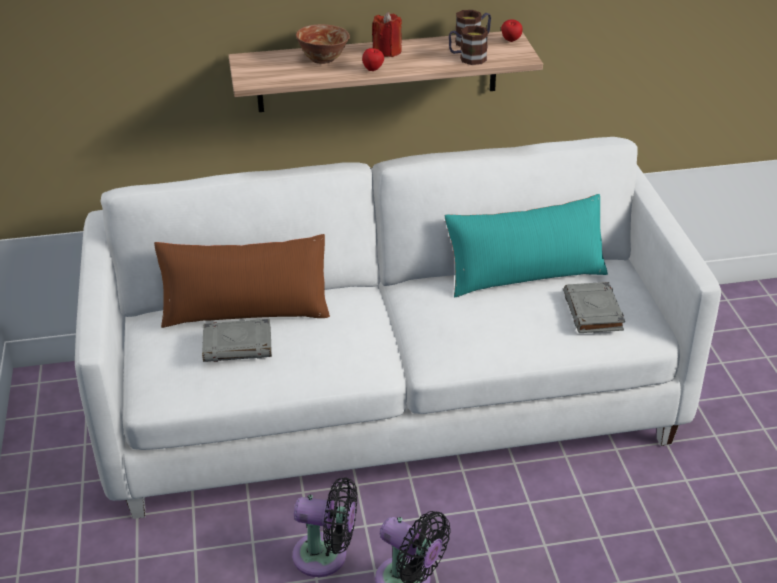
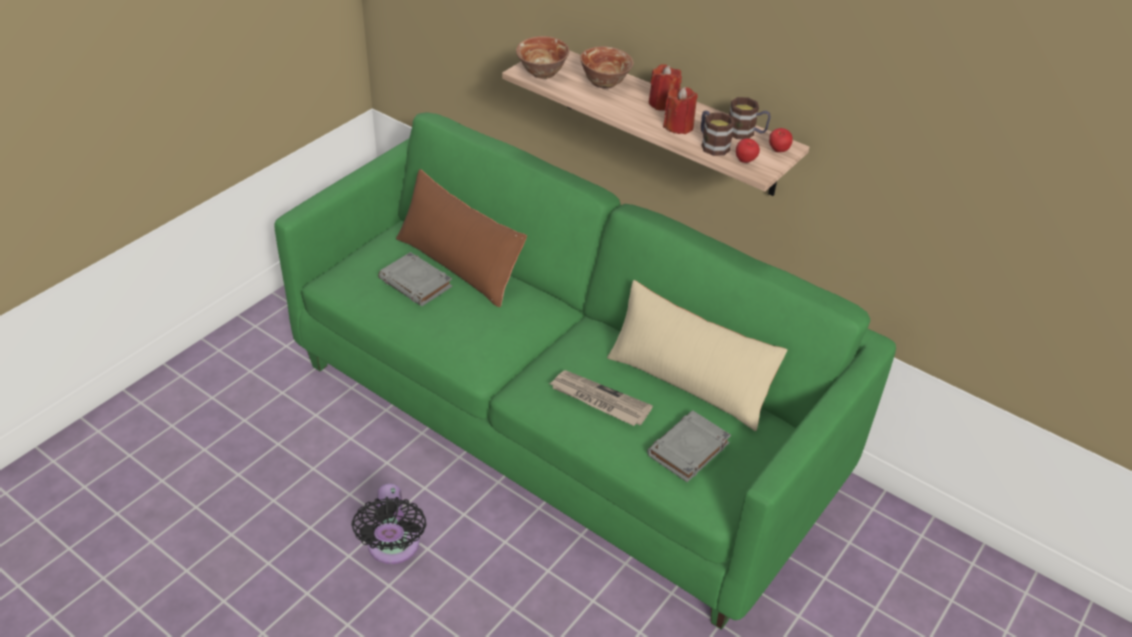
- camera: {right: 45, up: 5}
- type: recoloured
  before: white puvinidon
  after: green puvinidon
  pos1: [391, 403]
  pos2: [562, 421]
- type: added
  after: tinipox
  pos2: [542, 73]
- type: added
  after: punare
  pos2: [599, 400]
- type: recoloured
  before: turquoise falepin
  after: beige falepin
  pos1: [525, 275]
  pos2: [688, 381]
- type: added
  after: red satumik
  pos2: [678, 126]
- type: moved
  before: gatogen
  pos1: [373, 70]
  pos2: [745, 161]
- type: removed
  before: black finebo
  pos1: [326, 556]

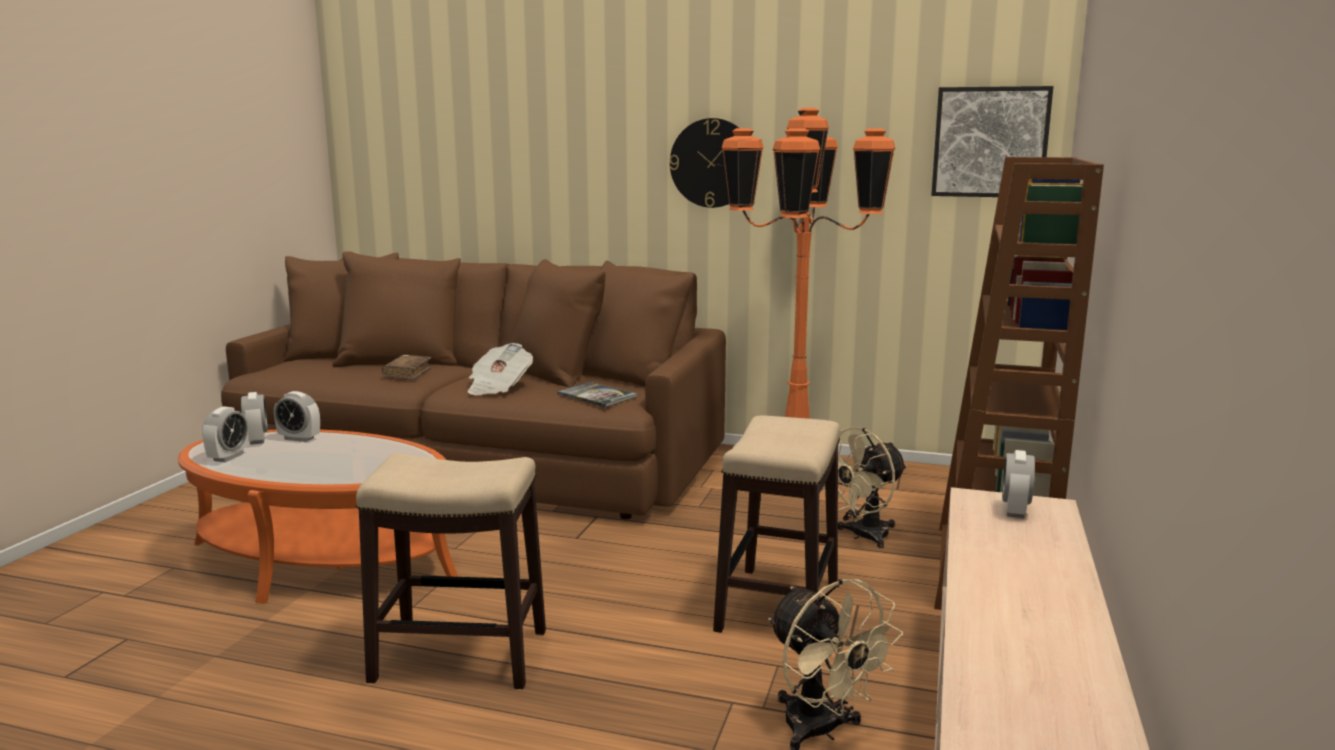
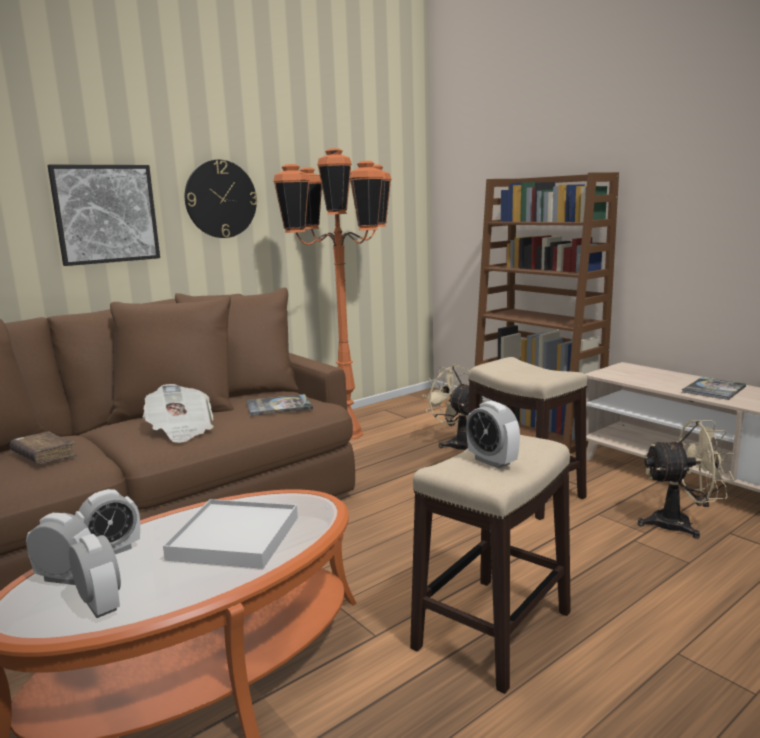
- camera: {right: -55, up: 0}
- type: moved
  before: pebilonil
  pos1: [990, 142]
  pos2: [106, 214]
- type: added
  after: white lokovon
  pos2: [234, 538]
- type: turned
  before: beige finebo
  pos1: [862, 536]
  pos2: [457, 444]
  turn: 150
- type: moved
  before: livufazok
  pos1: [1015, 511]
  pos2: [492, 461]
- type: added
  after: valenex
  pos2: [713, 389]

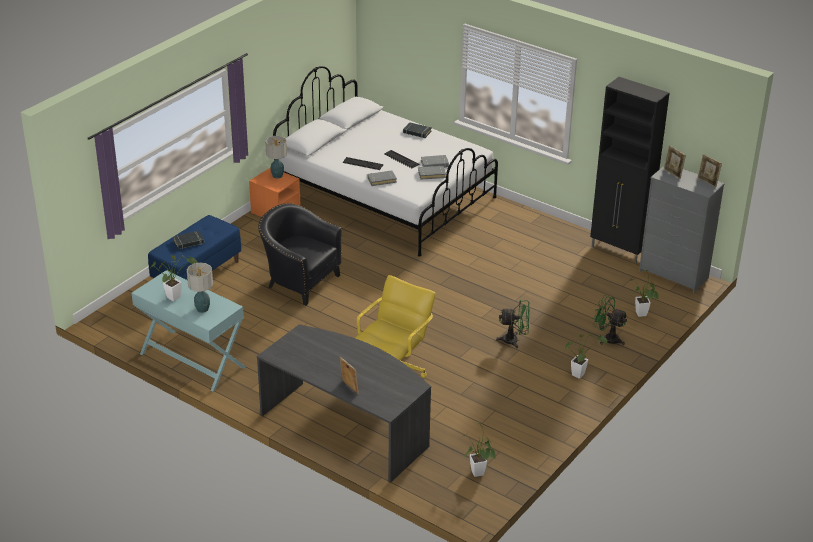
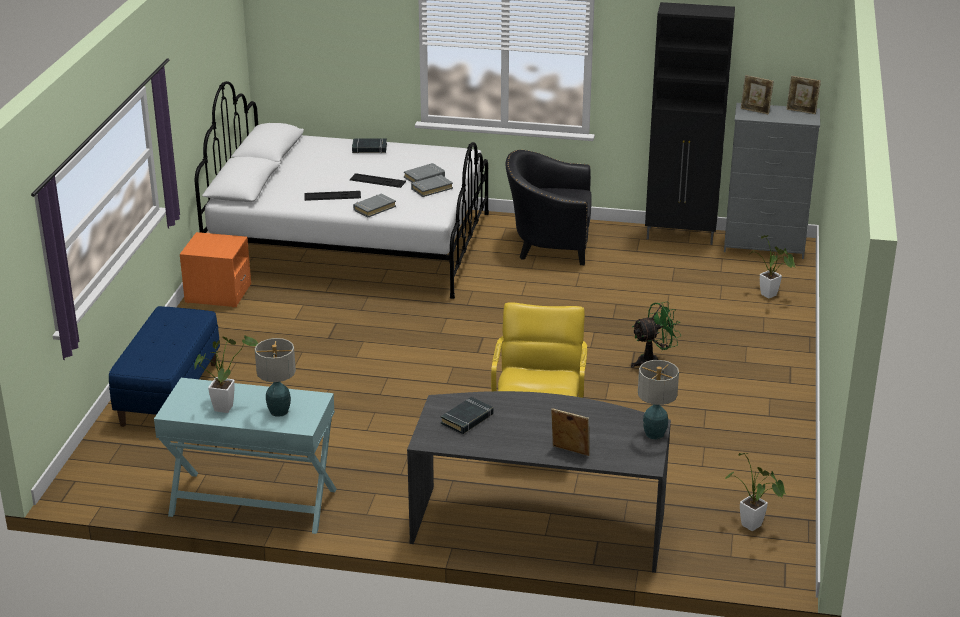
- camera: {right: -25, up: -5}
- type: moved
  before: black valenex
  pos1: [189, 242]
  pos2: [467, 419]
- type: moved
  before: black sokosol
  pos1: [299, 281]
  pos2: [549, 246]
- type: moved
  before: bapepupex
  pos1: [277, 175]
  pos2: [654, 434]
- type: removed
  before: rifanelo
  pos1: [579, 373]
- type: removed
  before: green finebo
  pos1: [607, 338]

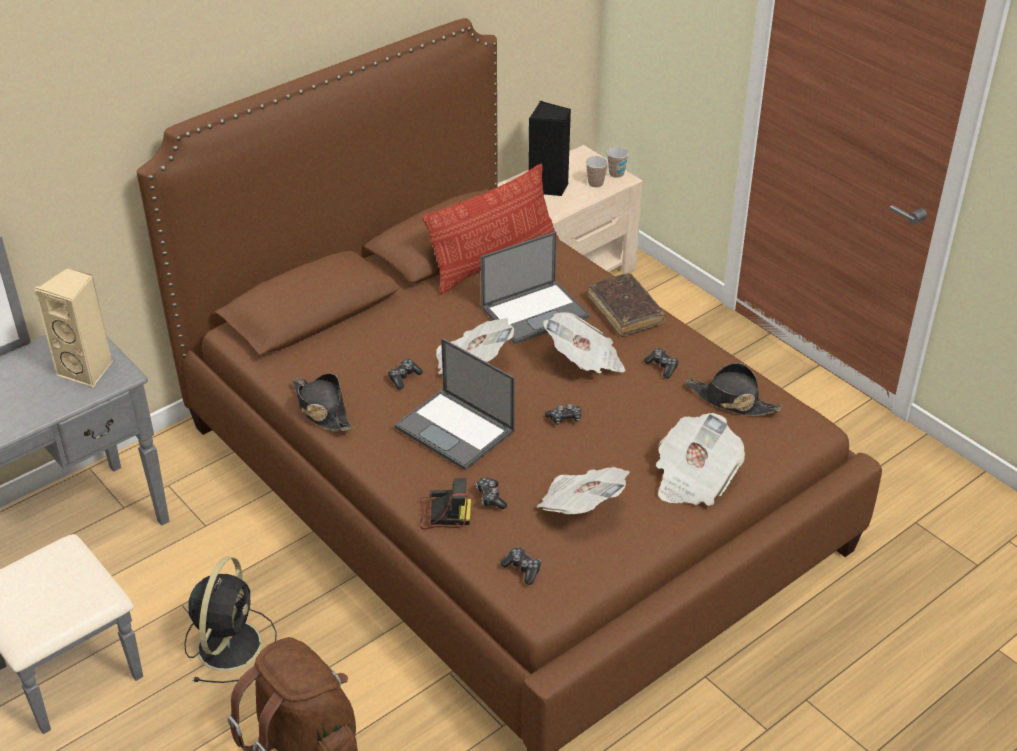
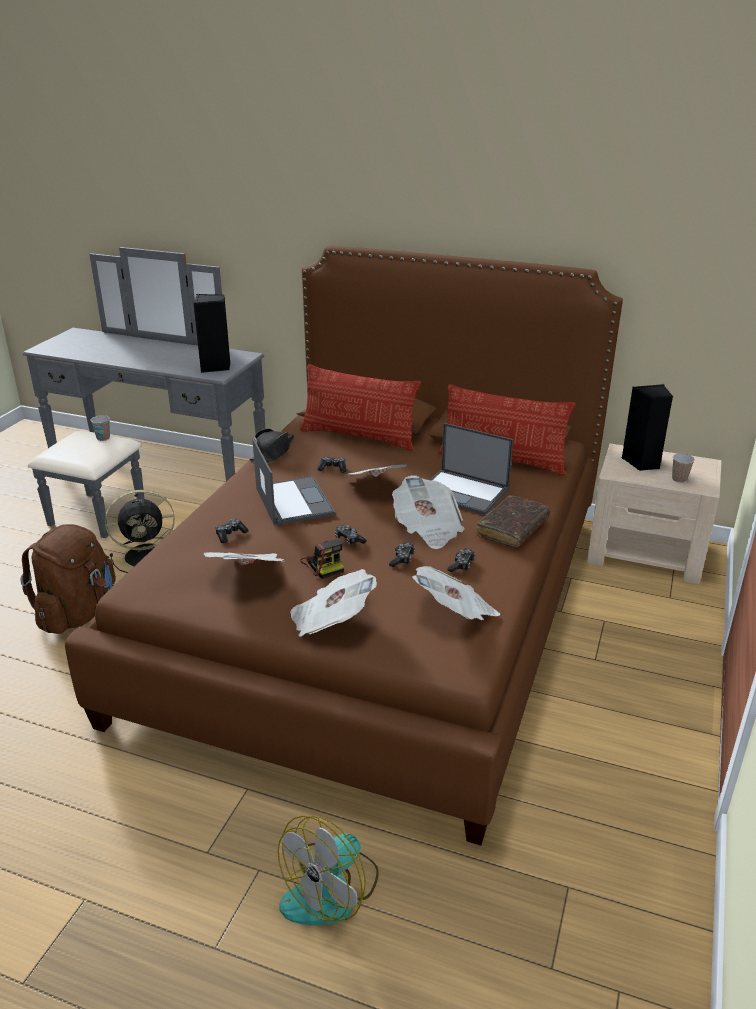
- camera: {right: 60, up: -10}
- type: moved
  before: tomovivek
  pos1: [616, 174]
  pos2: [103, 438]
- type: recoloured
  before: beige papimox
  after: black papimox
  pos1: [88, 370]
  pos2: [215, 367]
- type: turned
  before: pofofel
  pos1: [456, 429]
  pos2: [293, 501]
  turn: 150
- type: added
  after: finebo
  pos2: [331, 891]
- type: added
  after: falepin
  pos2: [358, 436]
- type: moved
  before: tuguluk
  pos1: [443, 514]
  pos2: [323, 564]
- type: moved
  before: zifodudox
  pos1: [522, 569]
  pos2: [402, 559]
- type: replaced
  before: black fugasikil
  after: punare
  pos1: [731, 401]
  pos2: [455, 613]

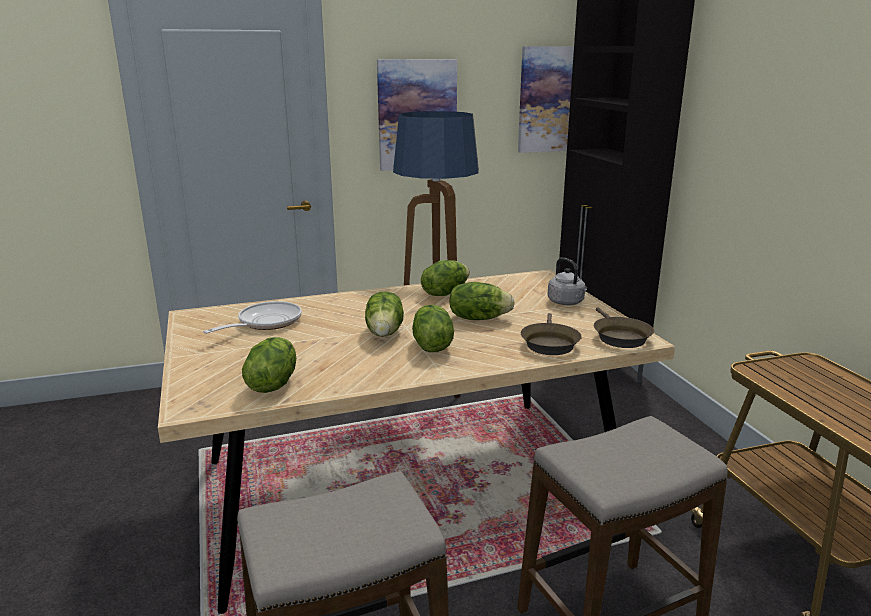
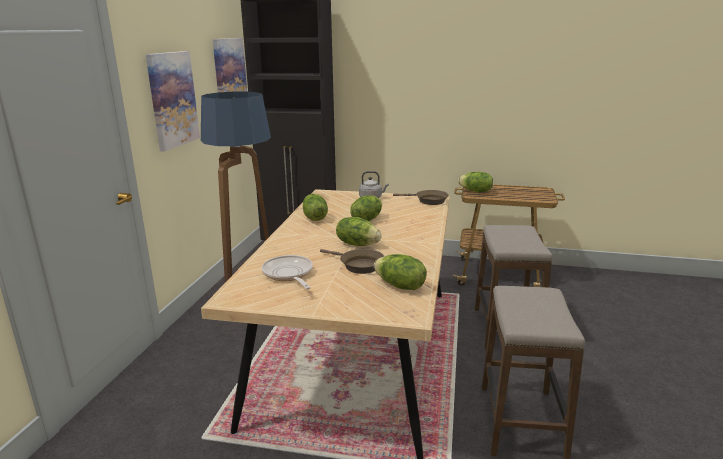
- camera: {right: -60, up: 0}
- type: moved
  before: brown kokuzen
  pos1: [549, 343]
  pos2: [358, 265]
- type: moved
  before: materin
  pos1: [431, 345]
  pos2: [476, 191]

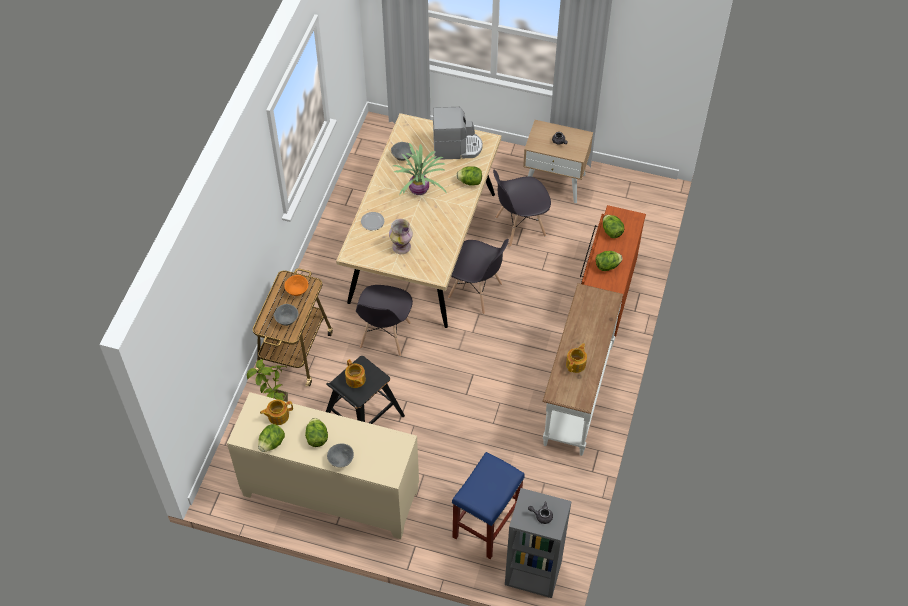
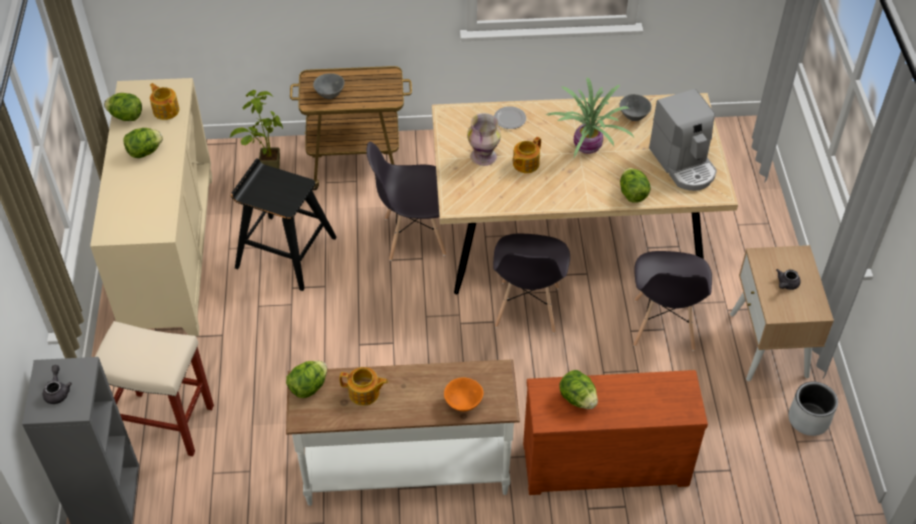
- camera: {right: 70, up: -5}
- type: recoloured
  before: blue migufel
  after: beige migufel
  pos1: [486, 524]
  pos2: [167, 423]
- type: moved
  before: materin
  pos1: [611, 232]
  pos2: [308, 387]
- type: moved
  before: orange tinipox
  pos1: [296, 291]
  pos2: [463, 402]
- type: moved
  before: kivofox
  pos1: [355, 380]
  pos2: [525, 164]
- type: turned
  before: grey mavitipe
  pos1: [519, 227]
  pos2: [663, 325]
  turn: -135
- type: added
  after: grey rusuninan
  pos2: [809, 419]
- type: removed
  before: grey tinipox
  pos1: [340, 460]

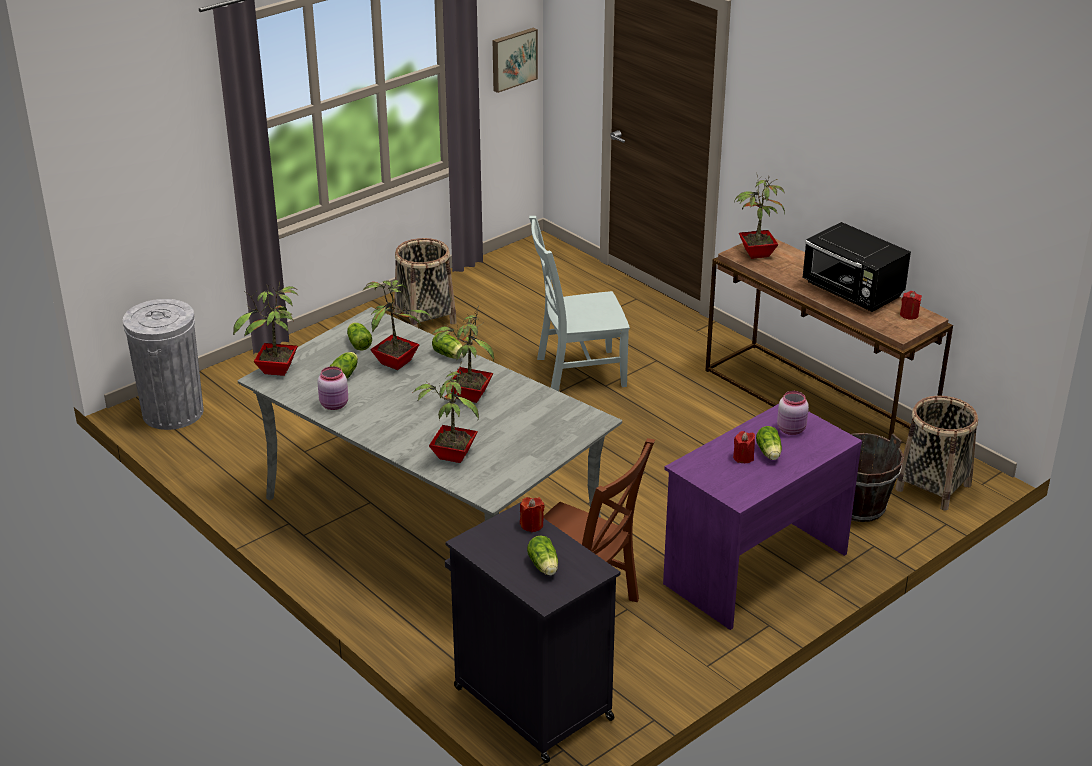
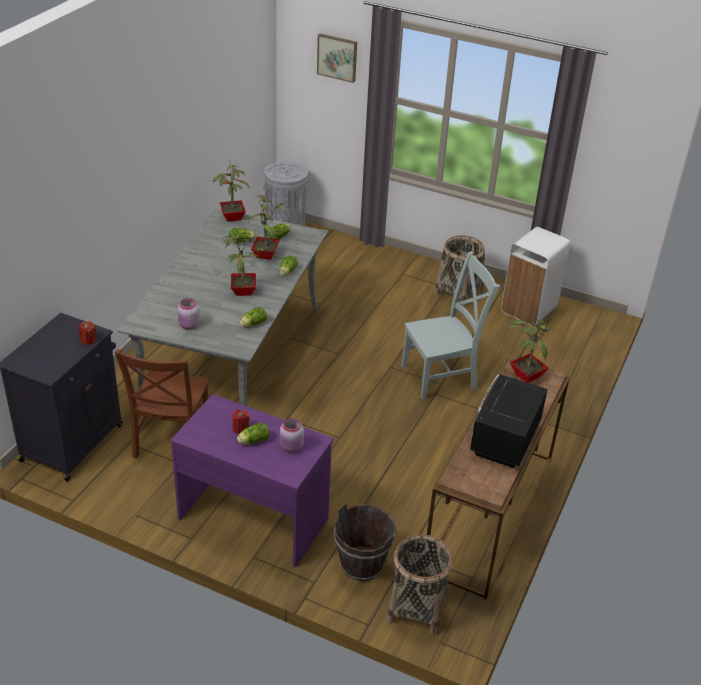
- camera: {right: 65, up: 5}
- type: moved
  before: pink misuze
  pos1: [335, 405]
  pos2: [189, 325]
- type: moved
  before: materin
  pos1: [544, 567]
  pos2: [252, 324]
- type: moved
  before: pebilonil
  pos1: [513, 59]
  pos2: [337, 57]
- type: turned
  before: grey mavitipe
  pos1: [576, 372]
  pos2: [442, 376]
  turn: 105
- type: added
  after: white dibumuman
  pos2: [529, 309]
- type: removed
  before: rifanelo
  pos1: [451, 455]
- type: removed
  before: red satumik
  pos1: [909, 315]

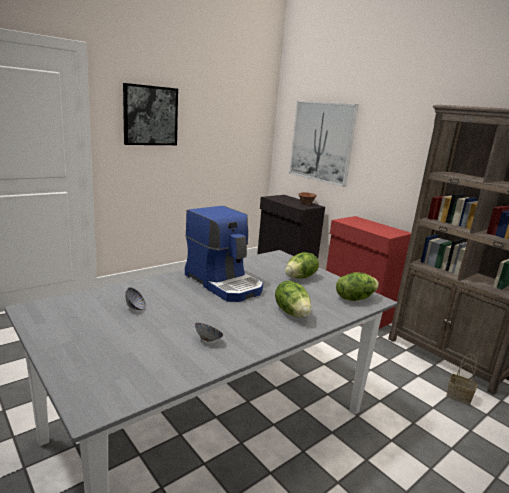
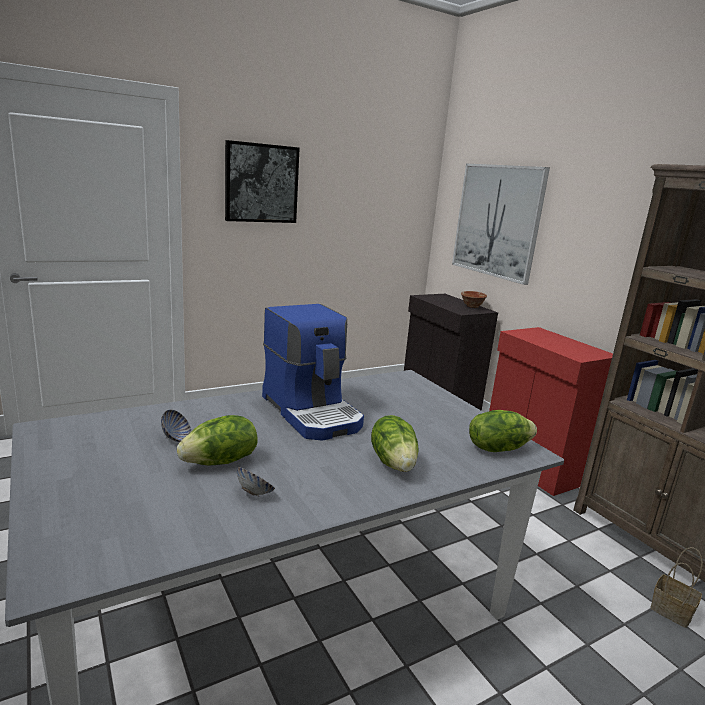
- camera: {right: 10, up: 0}
- type: moved
  before: materin
  pos1: [300, 277]
  pos2: [221, 462]

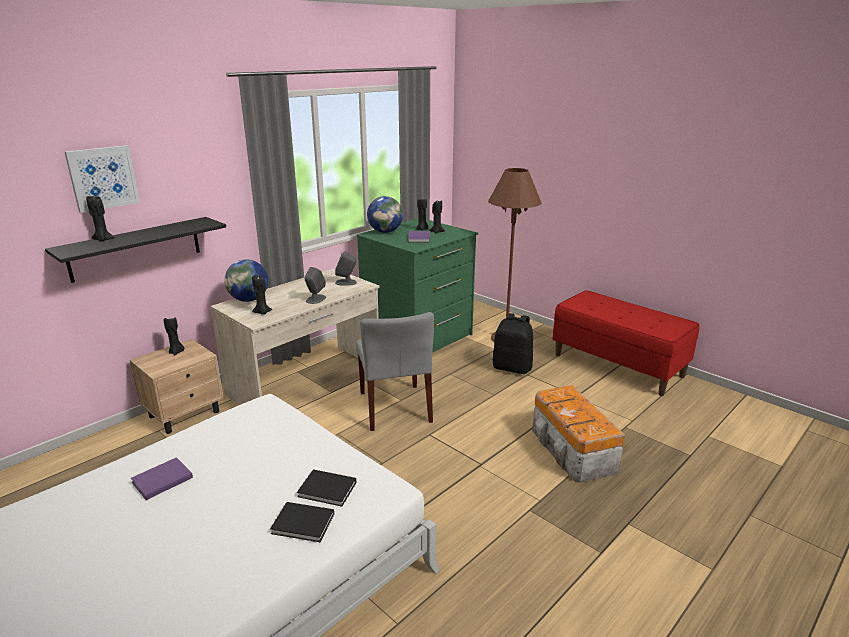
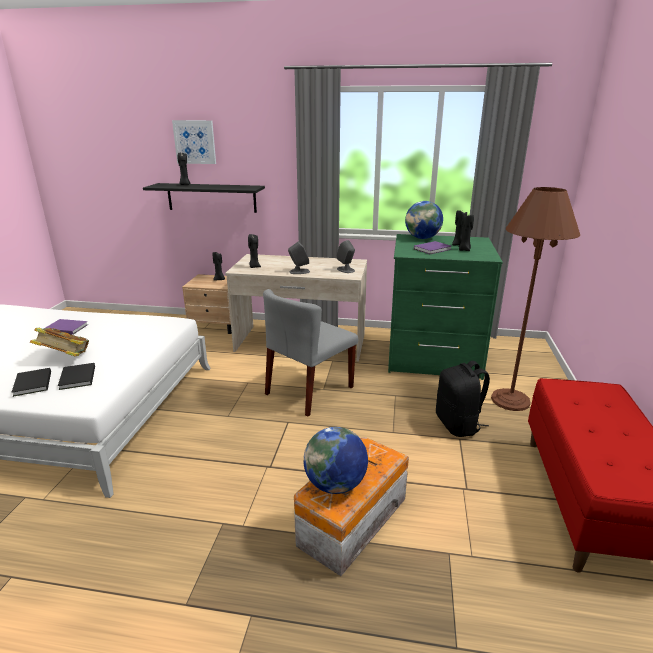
- camera: {right: 55, up: 0}
- type: added
  after: valenex
  pos2: [65, 358]
- type: moved
  before: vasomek
  pos1: [249, 300]
  pos2: [335, 484]

